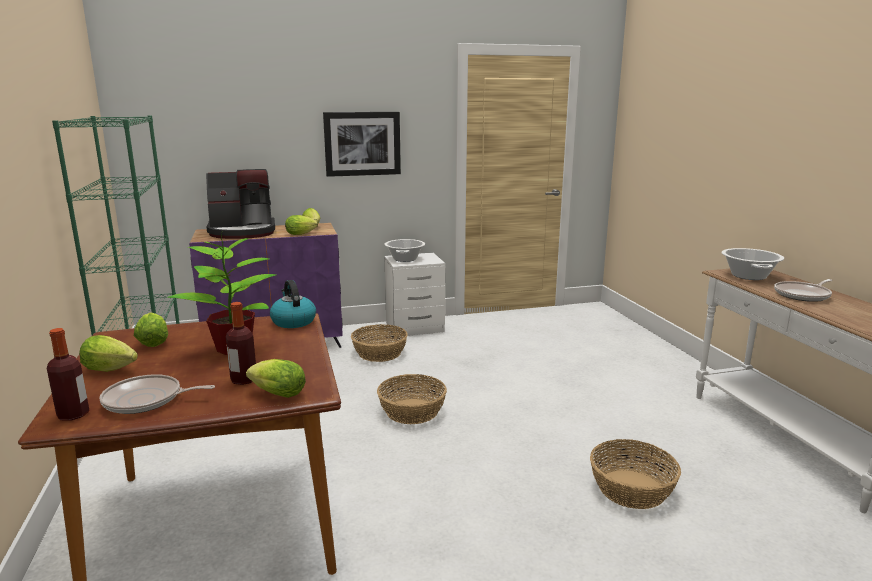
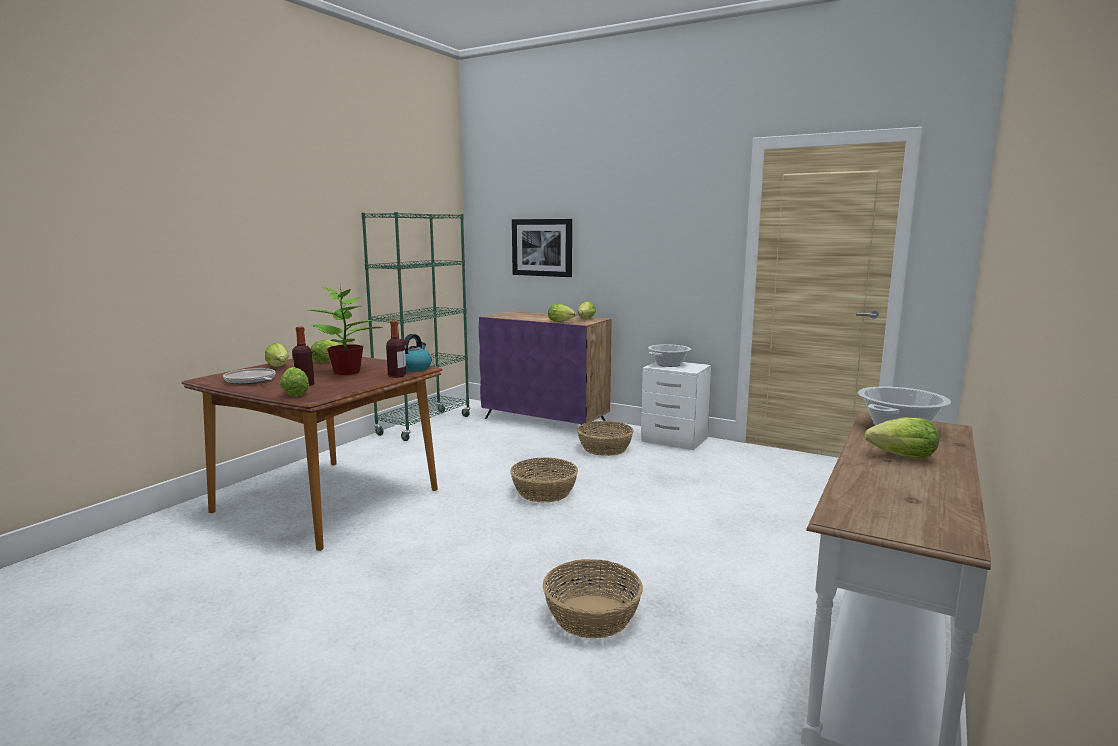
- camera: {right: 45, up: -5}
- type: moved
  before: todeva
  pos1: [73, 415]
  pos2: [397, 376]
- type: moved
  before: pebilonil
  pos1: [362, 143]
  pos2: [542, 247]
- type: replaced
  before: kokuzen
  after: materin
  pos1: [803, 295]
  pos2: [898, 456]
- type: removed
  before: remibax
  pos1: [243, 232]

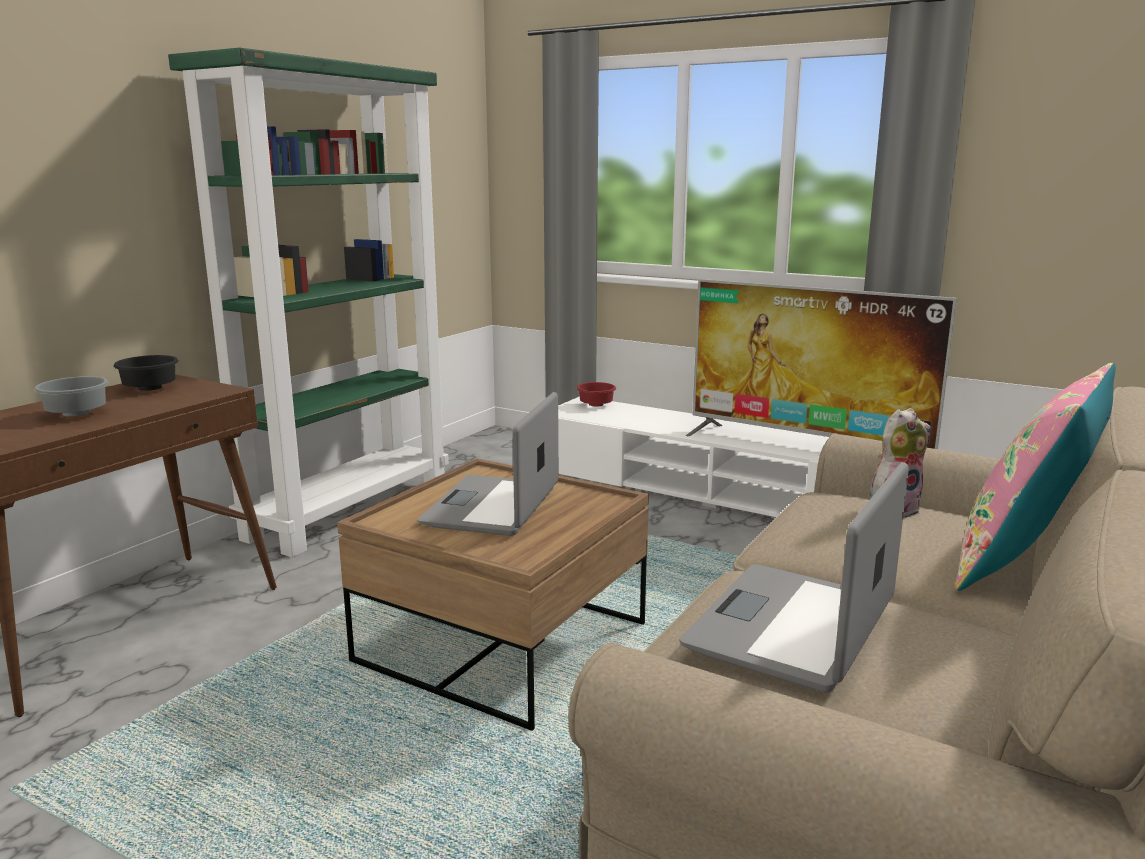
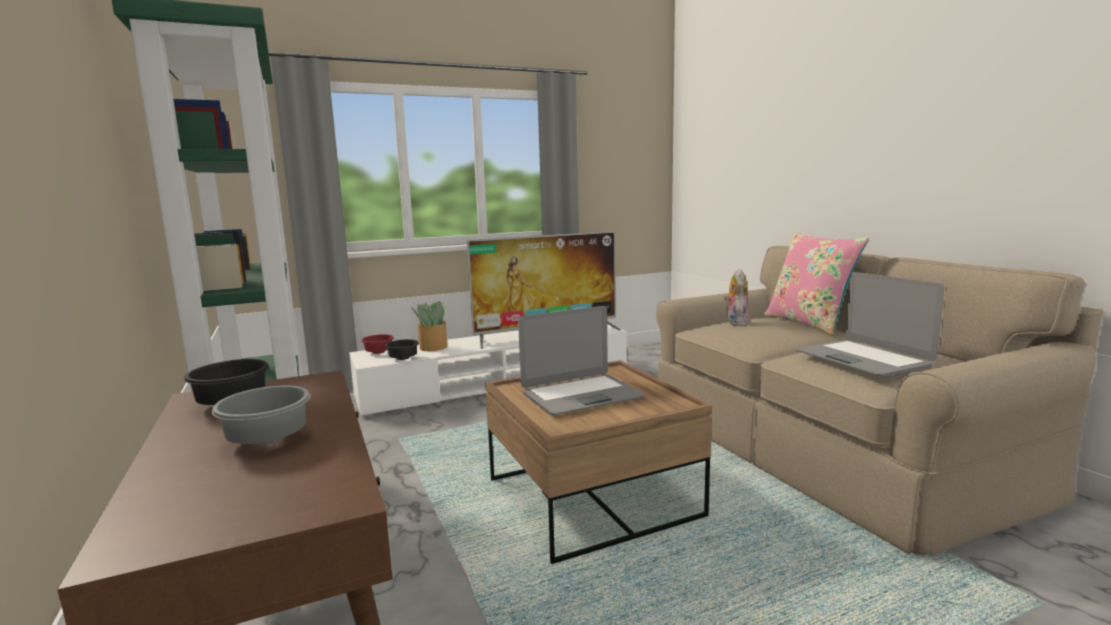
- camera: {right: -55, up: -5}
- type: added
  after: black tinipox
  pos2: [403, 358]
- type: added
  after: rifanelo
  pos2: [432, 347]
- type: turned
  before: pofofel
  pos1: [493, 507]
  pos2: [581, 396]
  turn: -75

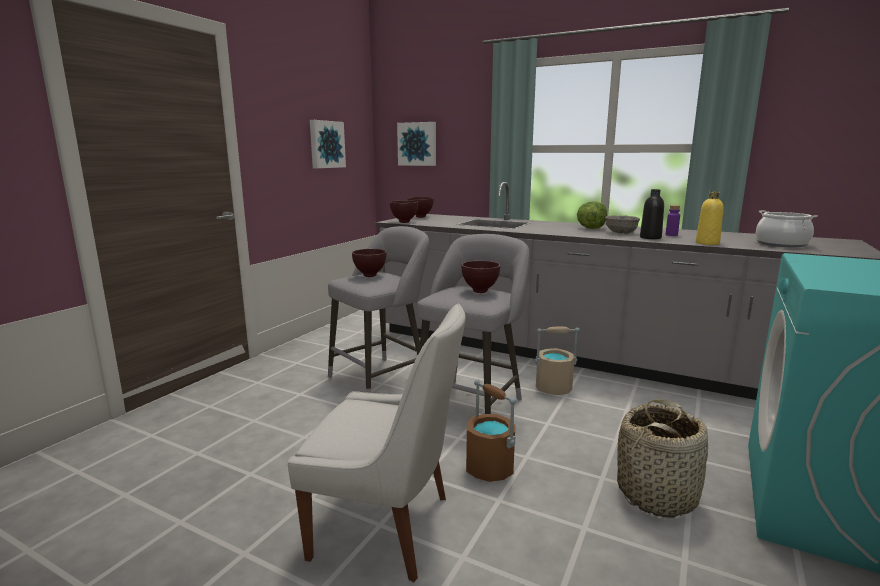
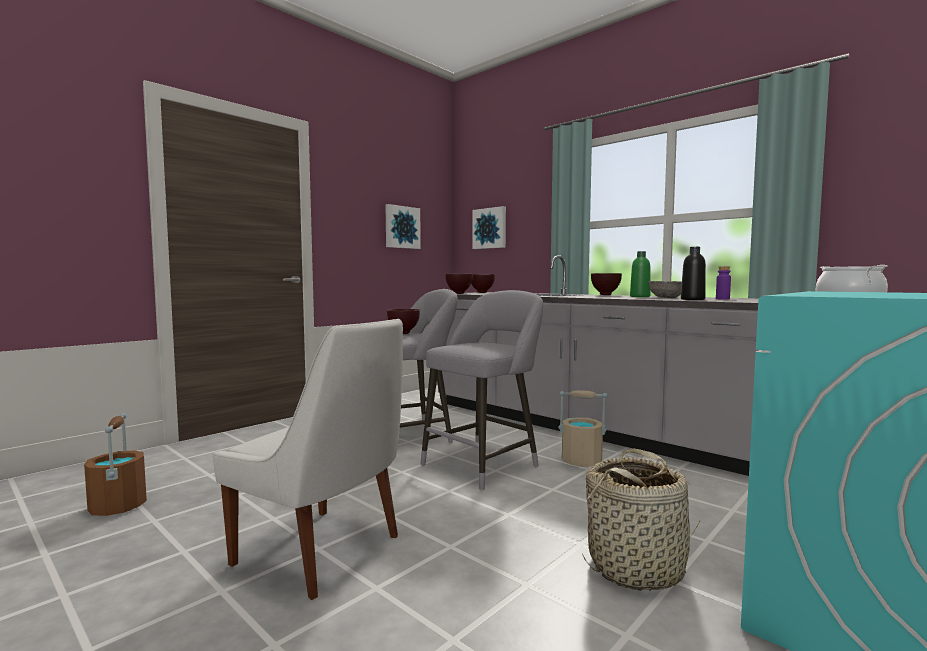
- camera: {right: 15, up: -10}
- type: moved
  before: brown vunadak
  pos1: [490, 468]
  pos2: [118, 506]
- type: moved
  before: brown tinipox
  pos1: [479, 291]
  pos2: [605, 295]
- type: replaced
  before: materin
  after: green todeva
  pos1: [591, 228]
  pos2: [640, 296]
- type: removed
  before: yellow todeva
  pos1: [707, 243]

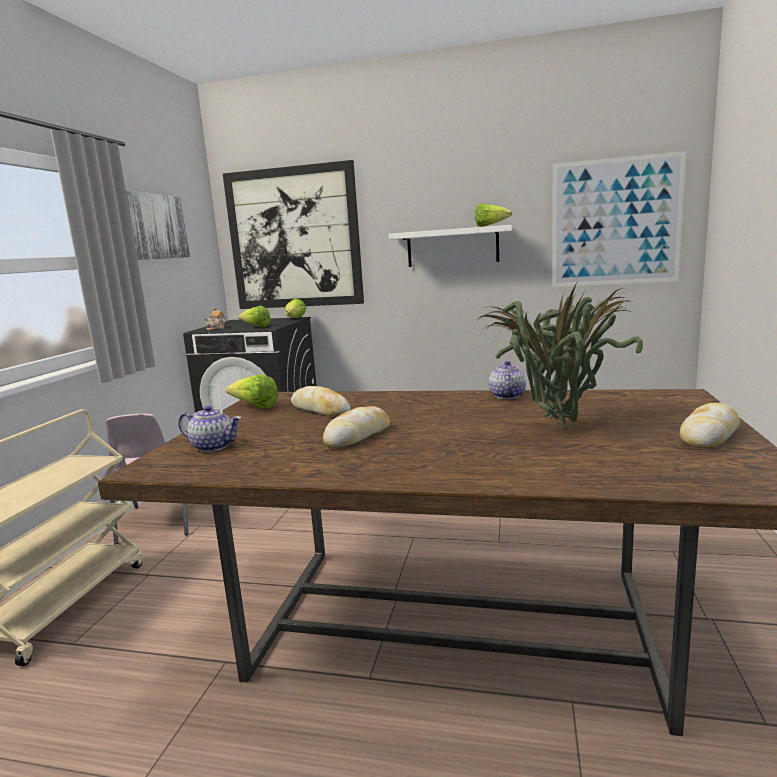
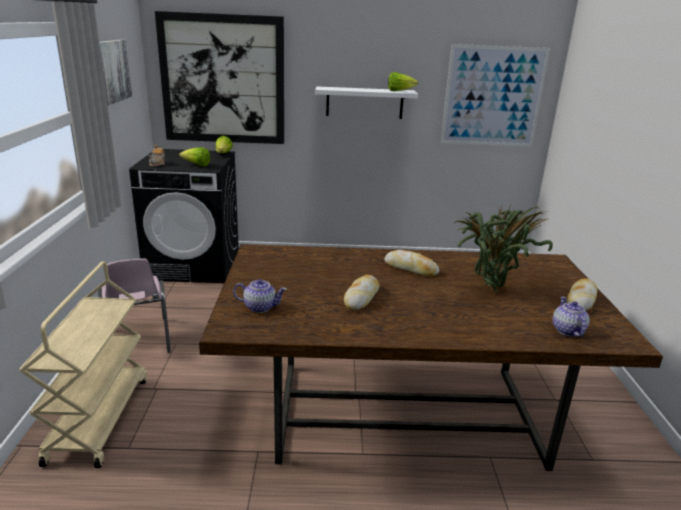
- camera: {right: -15, up: 10}
- type: moved
  before: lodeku
  pos1: [320, 410]
  pos2: [411, 268]
- type: moved
  before: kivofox
  pos1: [506, 396]
  pos2: [567, 330]
- type: removed
  before: materin
  pos1: [255, 407]

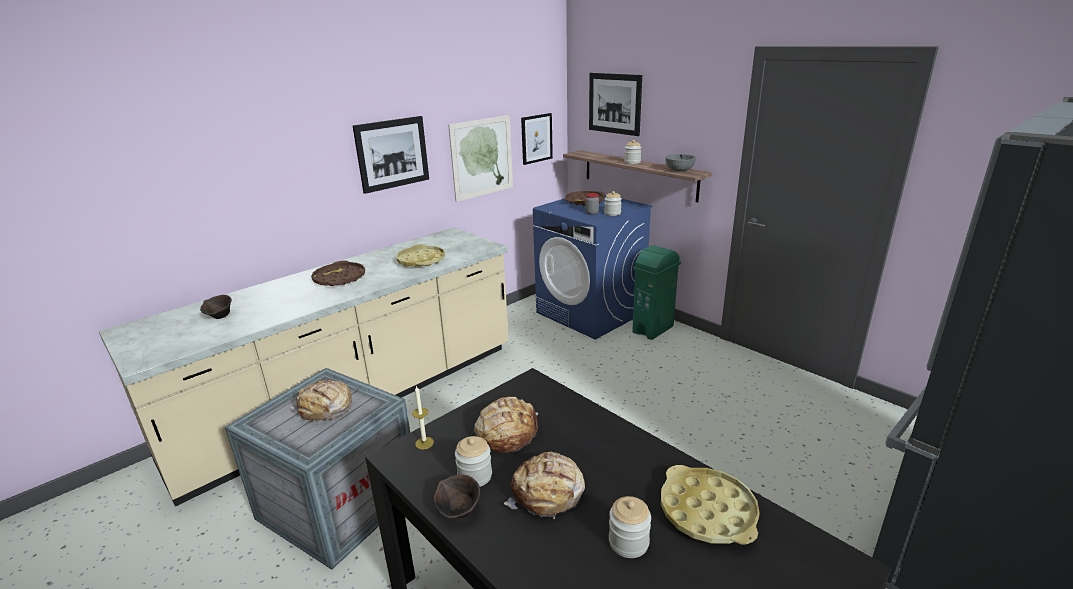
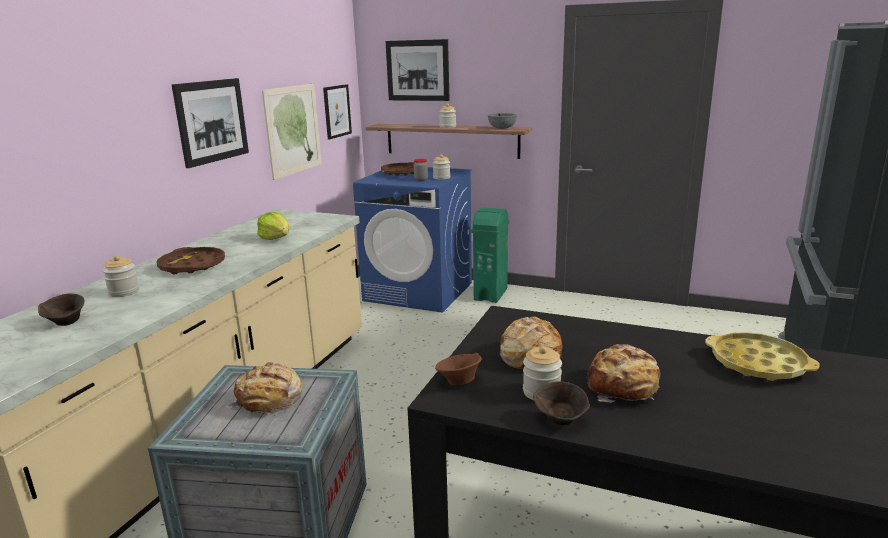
- camera: {right: -25, up: -5}
- type: moved
  before: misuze
  pos1: [628, 542]
  pos2: [124, 292]
- type: replaced
  before: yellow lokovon
  after: materin
  pos1: [421, 260]
  pos2: [276, 238]
- type: replaced
  before: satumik
  after: brown tinipox
  pos1: [424, 443]
  pos2: [458, 381]

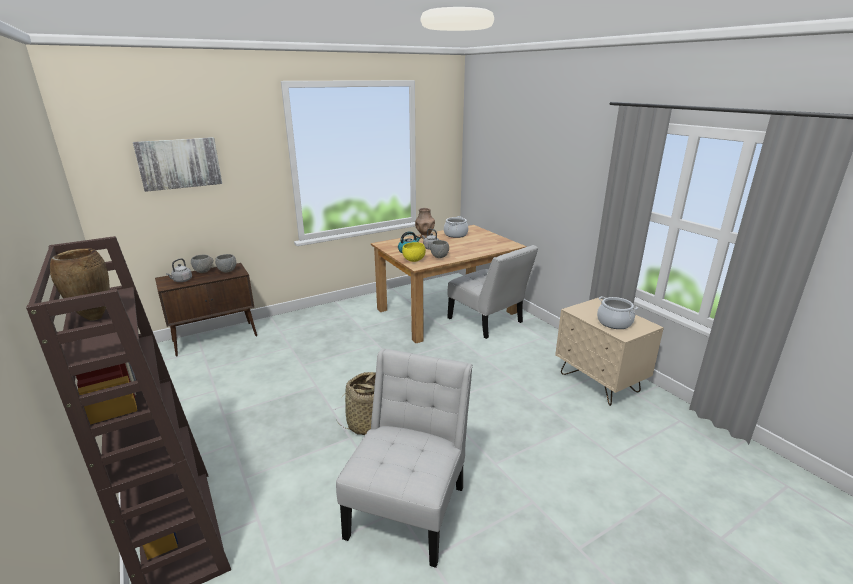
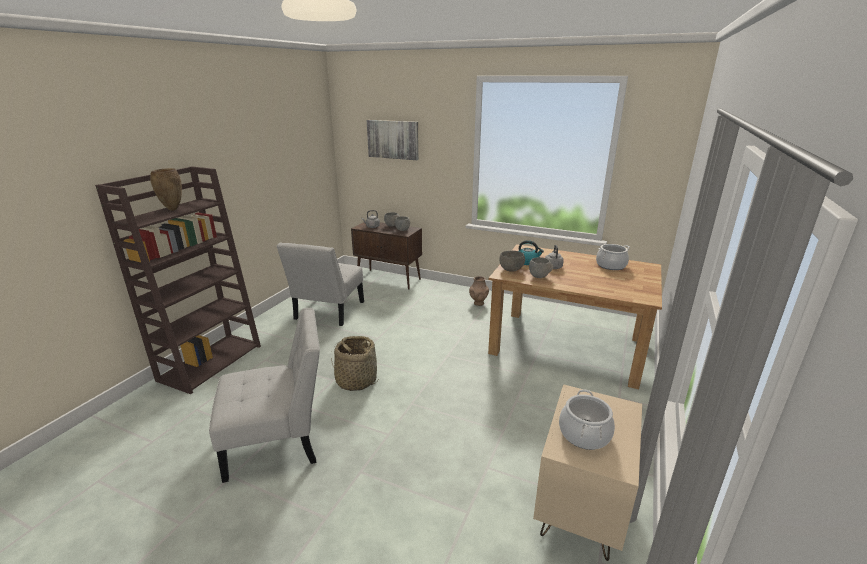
- camera: {right: 55, up: 0}
- type: moved
  before: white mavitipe
  pos1: [487, 322]
  pos2: [327, 312]
- type: moved
  before: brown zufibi
  pos1: [425, 237]
  pos2: [478, 303]
- type: recoloured
  before: yellow tinipox
  after: grey tinipox
  pos1: [413, 260]
  pos2: [511, 270]

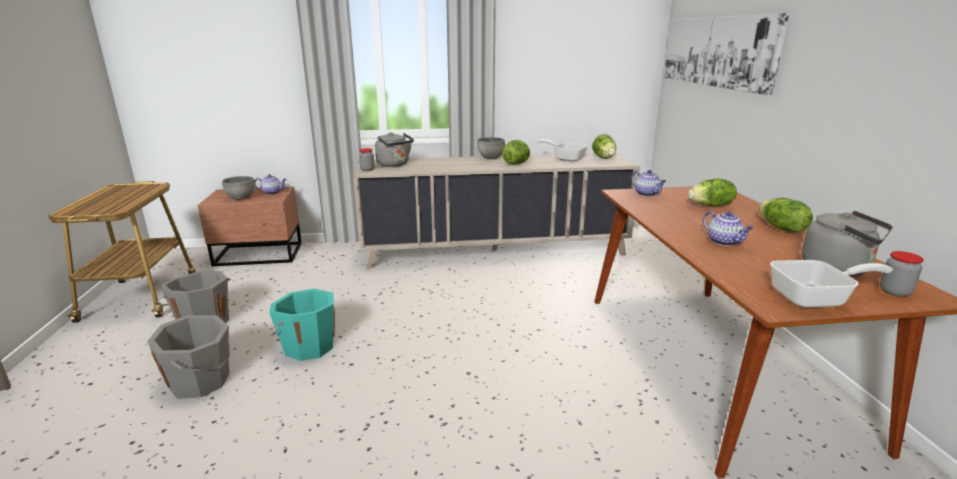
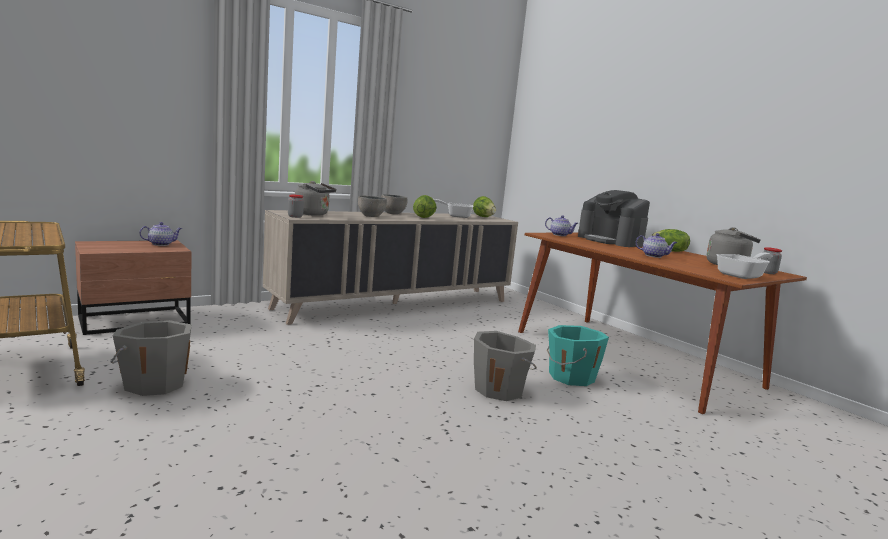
- camera: {right: -30, up: -10}
- type: moved
  before: grey tinipox
  pos1: [241, 198]
  pos2: [371, 216]
- type: moved
  before: grey vunadak
  pos1: [201, 381]
  pos2: [499, 389]
- type: moved
  before: turquoise vunadak
  pos1: [308, 346]
  pos2: [570, 377]
- type: replaced
  before: materin
  after: remibax
  pos1: [711, 206]
  pos2: [610, 241]
- type: removed
  before: pebilonil
  pos1: [716, 51]

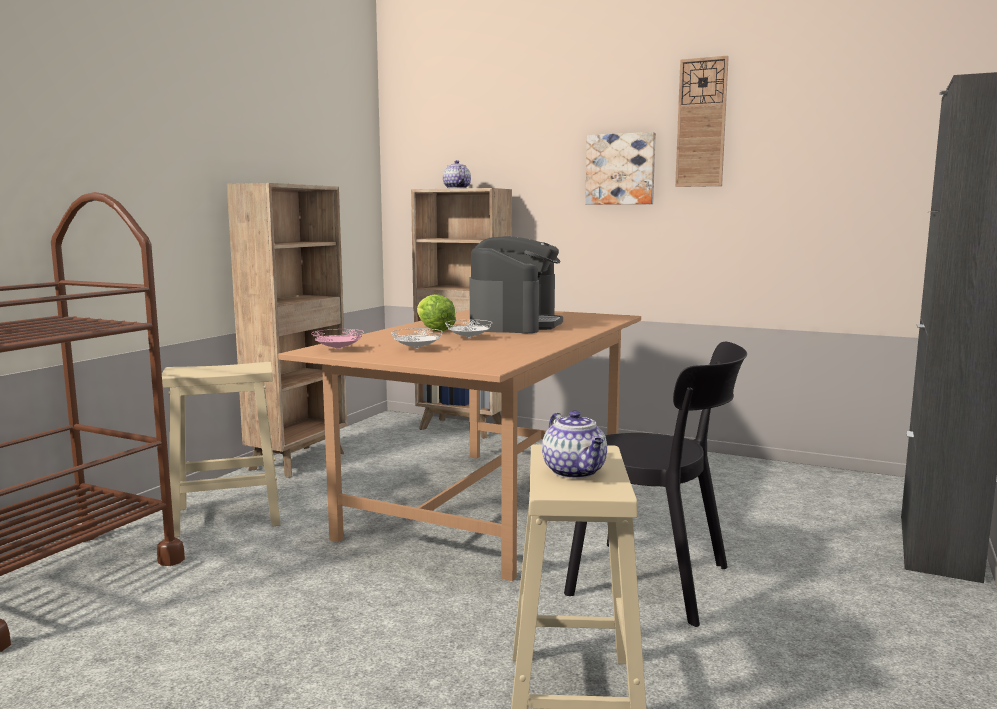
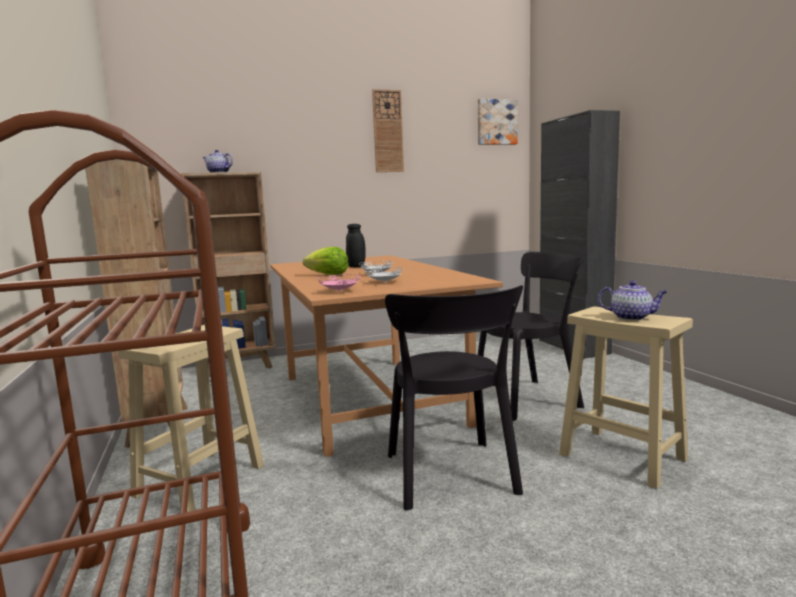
- camera: {right: -45, up: 0}
- type: replaced
  before: remibax
  after: black misuze
  pos1: [515, 324]
  pos2: [356, 266]
- type: added
  after: black mavitipe
  pos2: [451, 477]
- type: moved
  before: pebilonil
  pos1: [621, 169]
  pos2: [496, 122]

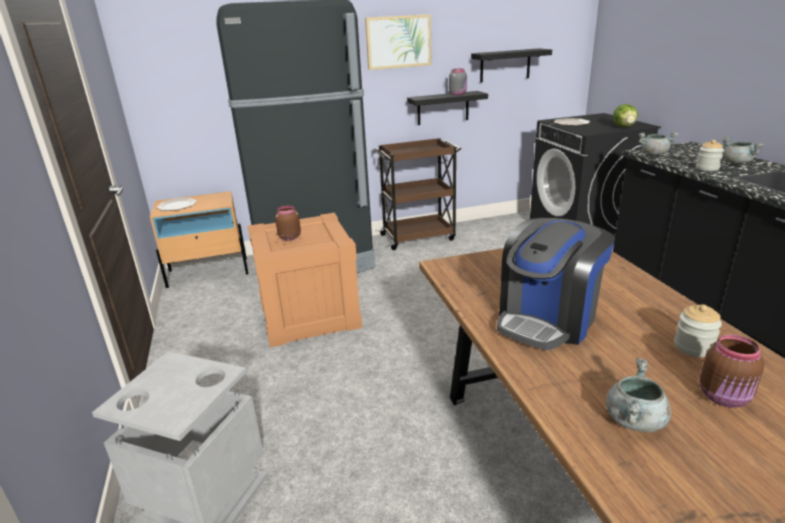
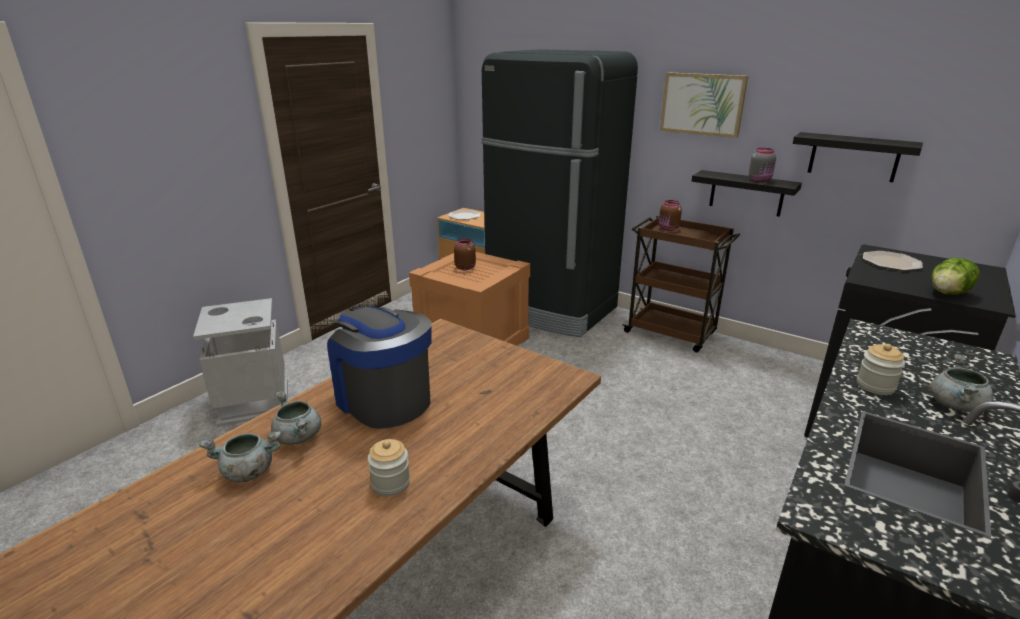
- camera: {right: 50, up: 0}
- type: moved
  before: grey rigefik
  pos1: [654, 154]
  pos2: [299, 437]
- type: turned
  before: remibax
  pos1: [547, 319]
  pos2: [383, 399]
  turn: 45
- type: moved
  before: brown misuze
  pos1: [724, 397]
  pos2: [668, 229]

